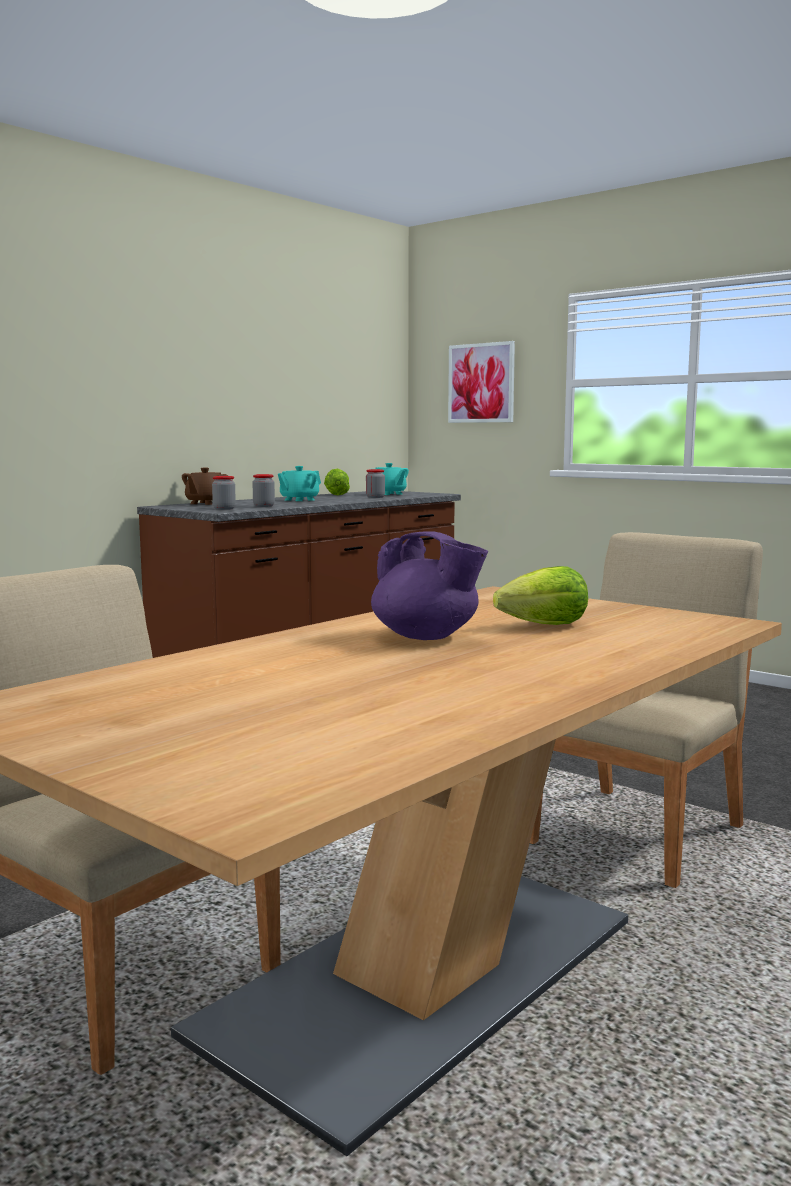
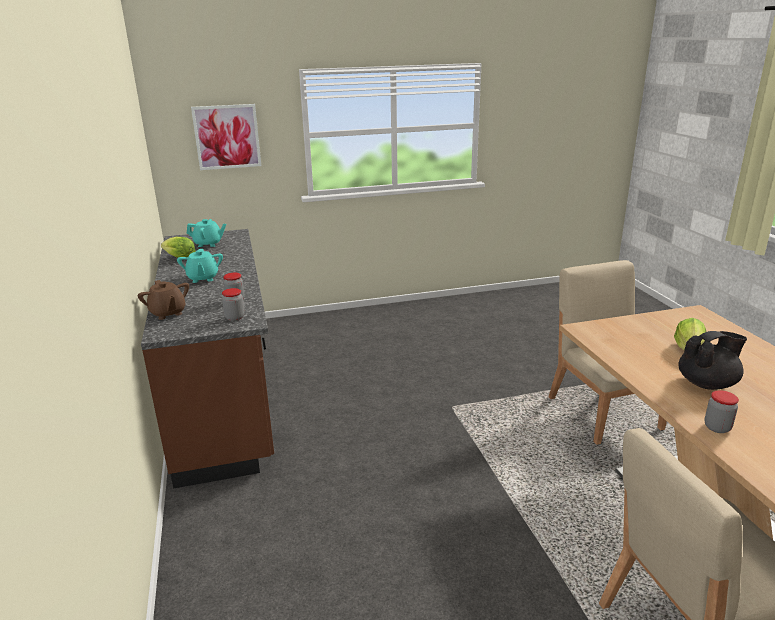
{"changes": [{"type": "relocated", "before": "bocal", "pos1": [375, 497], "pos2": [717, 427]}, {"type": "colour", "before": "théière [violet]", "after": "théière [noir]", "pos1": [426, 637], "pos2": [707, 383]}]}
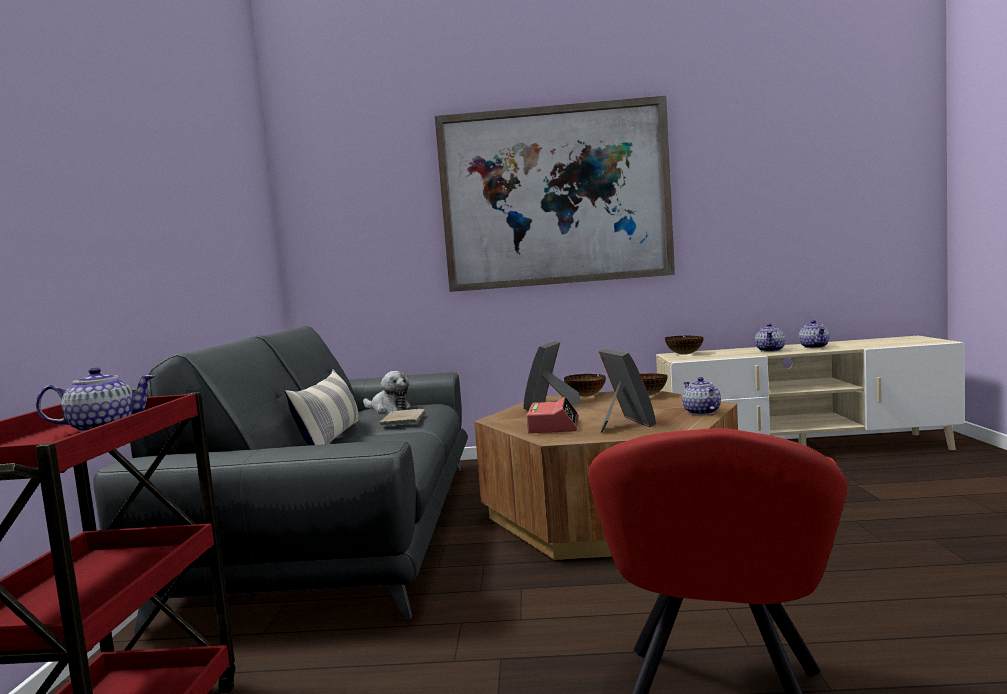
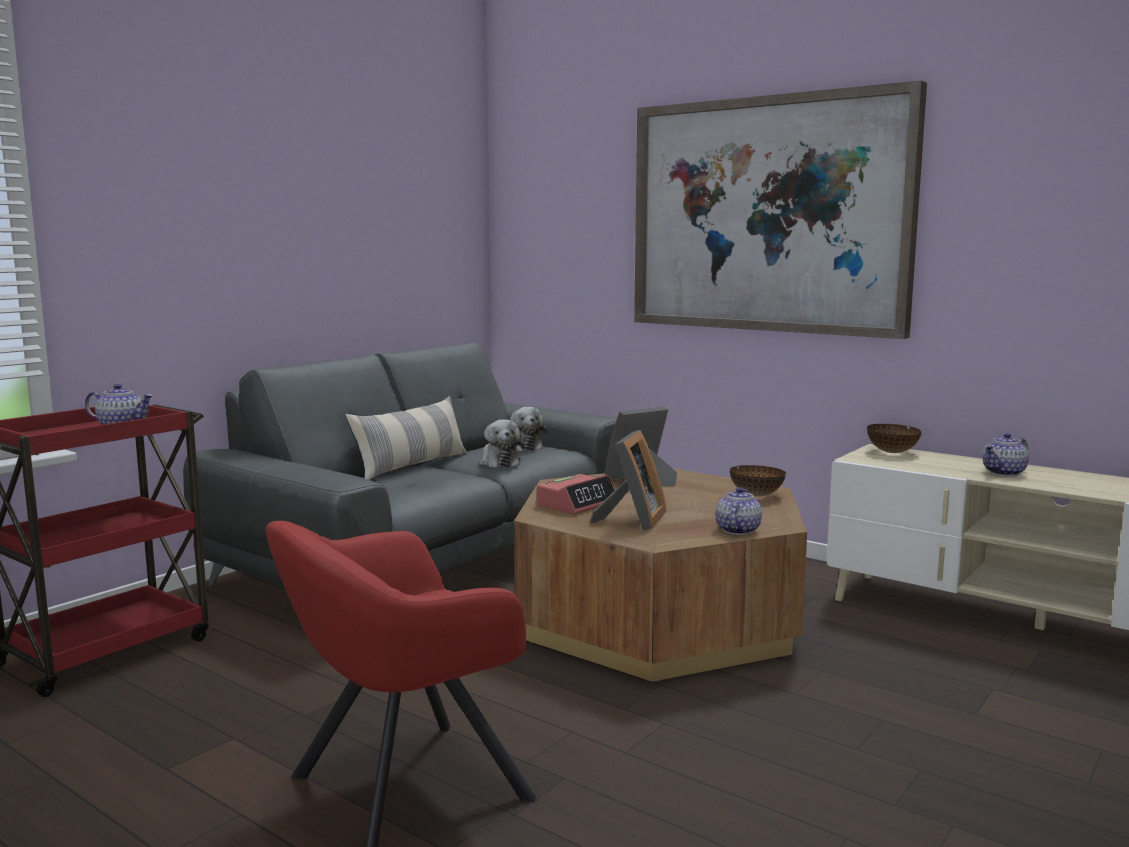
{"changes": [{"type": "missing", "before": "bol", "pos1": [586, 396]}, {"type": "missing", "before": "théière", "pos1": [815, 347]}, {"type": "exchanged", "before": "livre [beige]", "after": "peluche", "pos1": [403, 420], "pos2": [499, 462]}]}
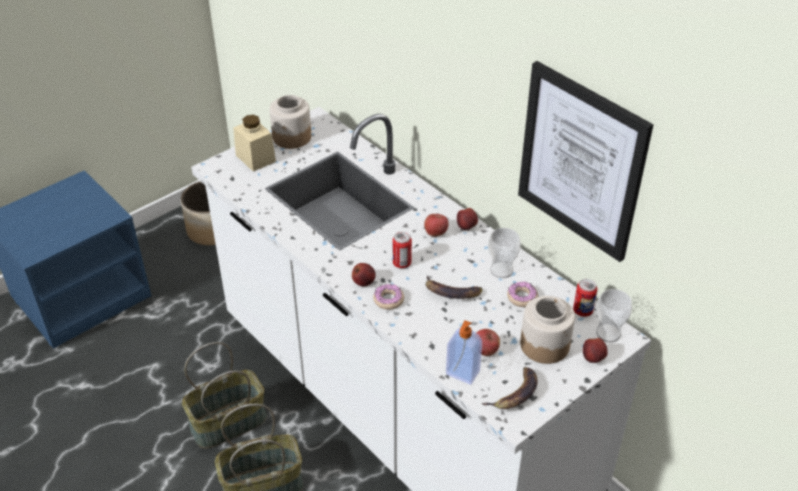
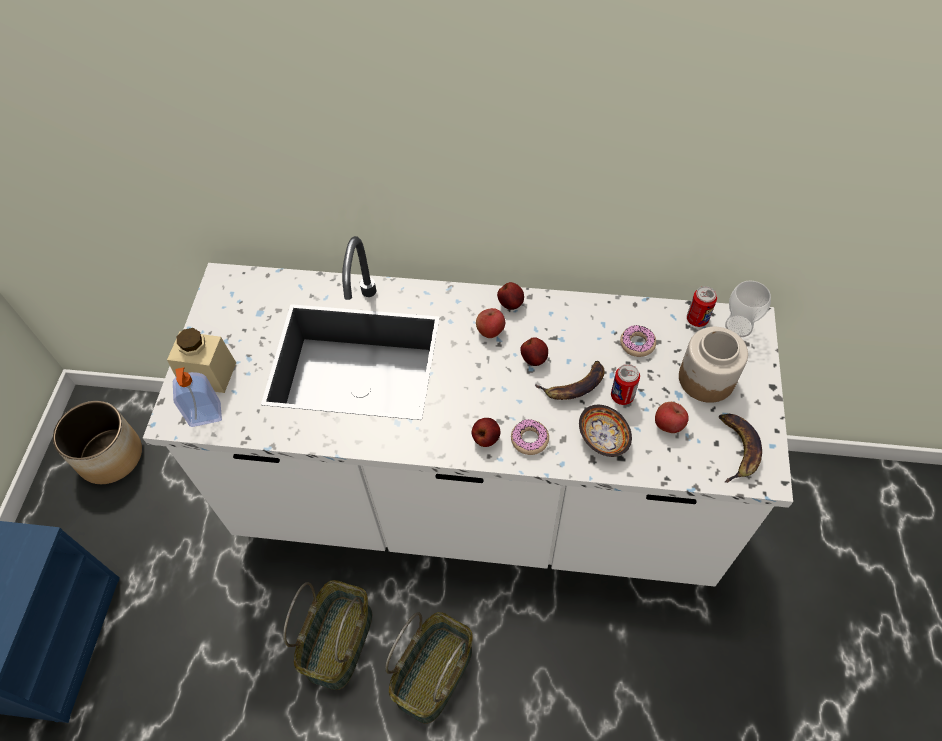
{"changes": [{"type": "missing", "before": "bocal", "pos1": [292, 137]}, {"type": "missing", "before": "tasse", "pos1": [501, 270]}, {"type": "missing", "before": "tableau", "pos1": [581, 161]}, {"type": "appeared", "after": "bol", "pos2": [603, 438]}, {"type": "relocated", "before": "boîte métallique", "pos1": [402, 263], "pos2": [622, 396]}, {"type": "relocated", "before": "distributeur de savon", "pos1": [462, 374], "pos2": [205, 416]}, {"type": "relocated", "before": "pomme", "pos1": [593, 359], "pos2": [534, 359]}]}
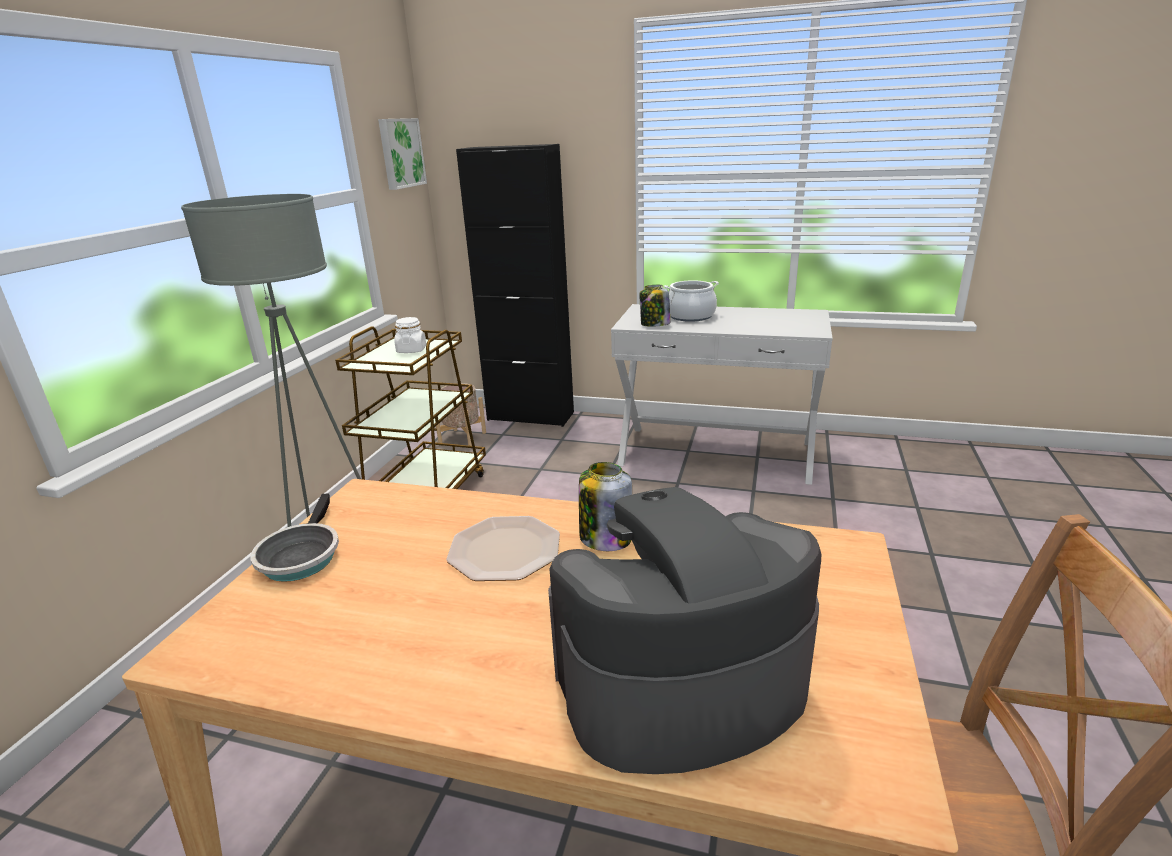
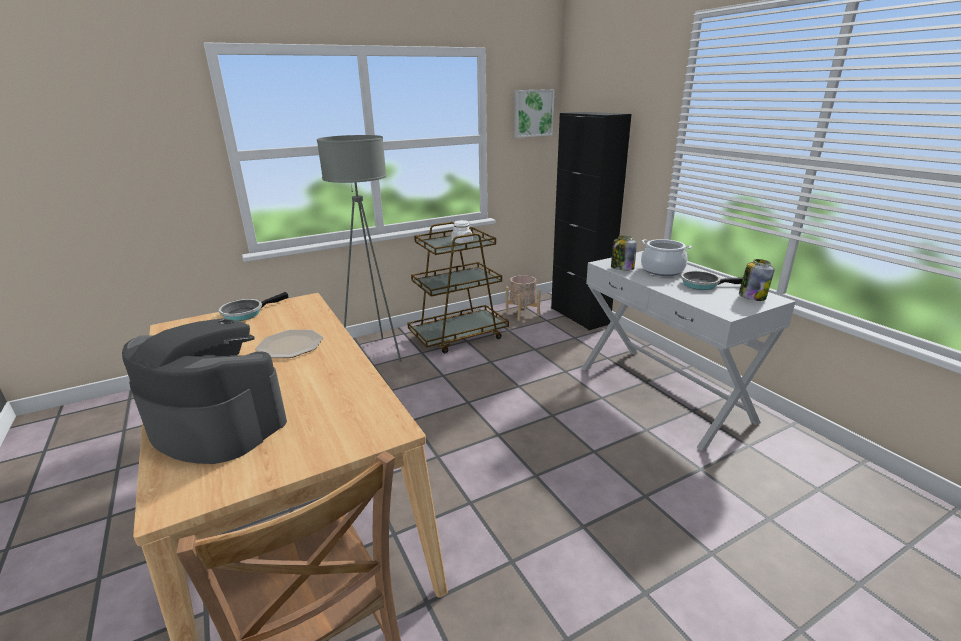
{"changes": [{"type": "appeared", "after": "poêle", "pos2": [703, 284]}, {"type": "relocated", "before": "bocal", "pos1": [605, 537], "pos2": [752, 297]}]}
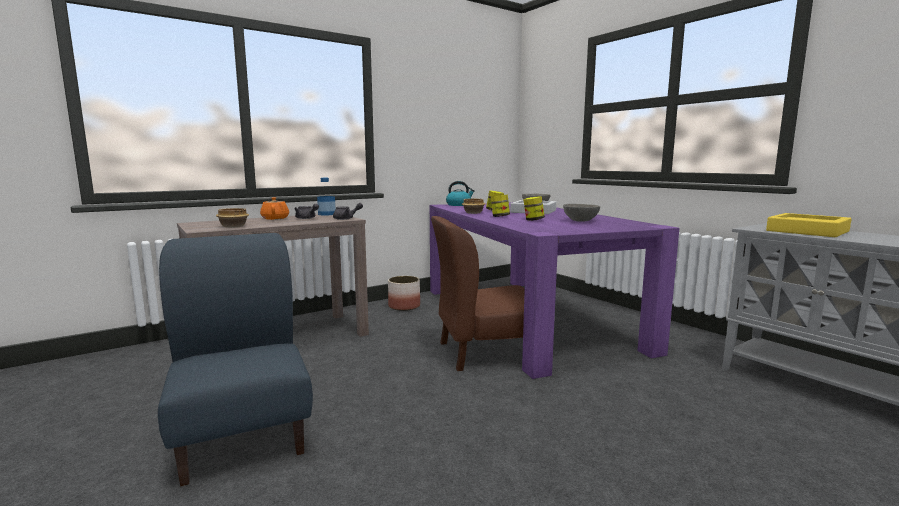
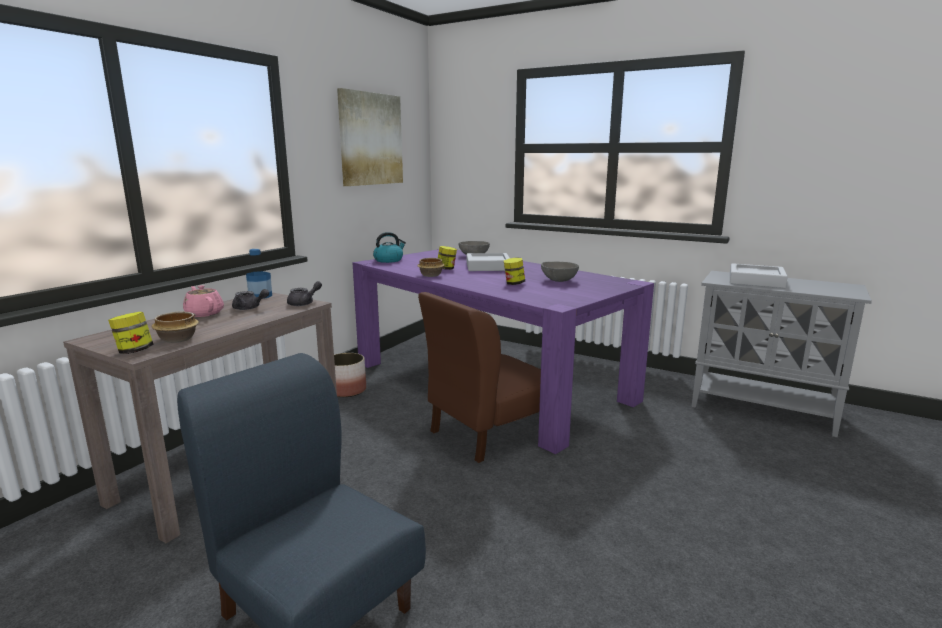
{"changes": [{"type": "appeared", "after": "tableau", "pos2": [370, 139]}, {"type": "relocated", "before": "bocal", "pos1": [500, 217], "pos2": [134, 351]}, {"type": "colour", "before": "théière [orange]", "after": "théière [rose]", "pos1": [275, 218], "pos2": [204, 313]}, {"type": "colour", "before": "plateau [jaune]", "after": "plateau [gris]", "pos1": [807, 231], "pos2": [756, 281]}]}
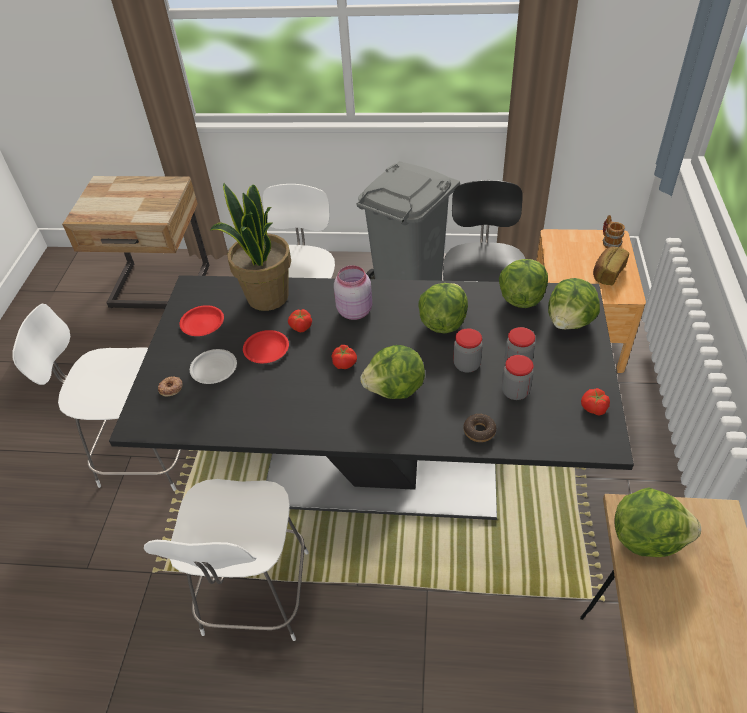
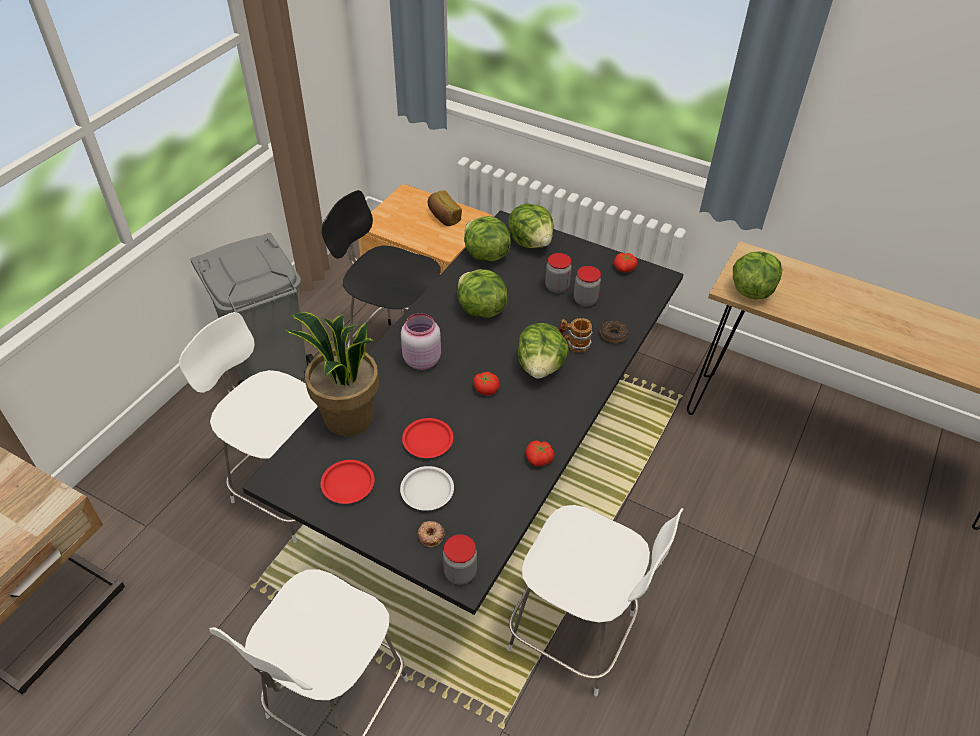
{"changes": [{"type": "relocated", "before": "tomate", "pos1": [300, 326], "pos2": [539, 459]}, {"type": "relocated", "before": "bocal", "pos1": [466, 365], "pos2": [460, 573]}, {"type": "relocated", "before": "mug", "pos1": [609, 241], "pos2": [573, 344]}]}
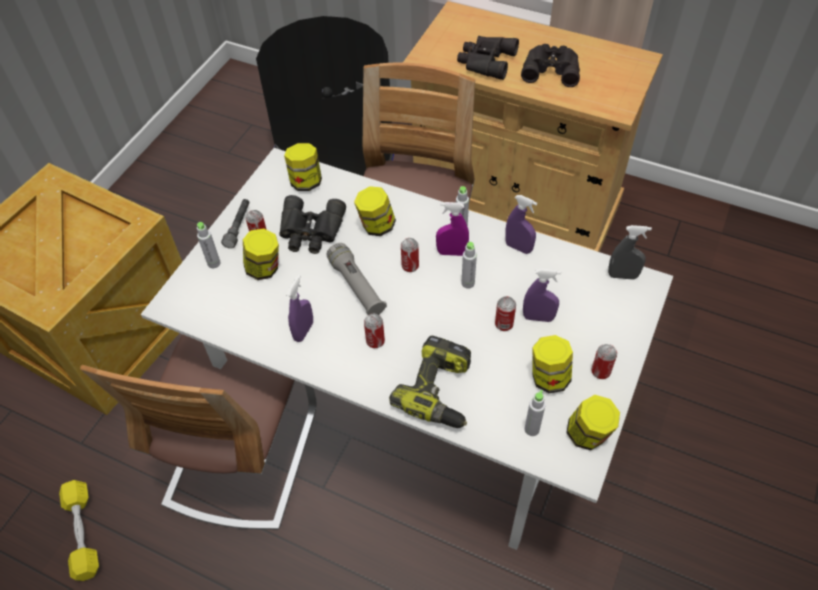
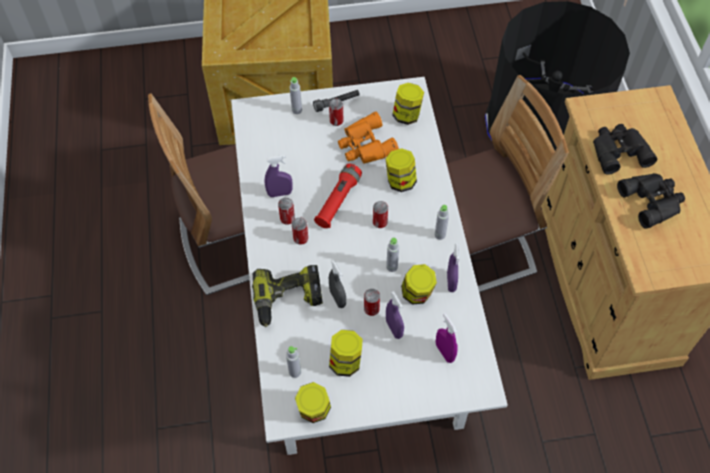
{"changes": [{"type": "missing", "before": "haltère [jaune]", "pos1": [83, 533]}, {"type": "relocated", "before": "bocal", "pos1": [264, 268], "pos2": [417, 294]}, {"type": "relocated", "before": "vaporisateur [violet]", "pos1": [451, 252], "pos2": [444, 352]}, {"type": "relocated", "before": "boîte métallique", "pos1": [600, 372], "pos2": [287, 219]}, {"type": "relocated", "before": "vaporisateur [gris]", "pos1": [622, 275], "pos2": [337, 298]}, {"type": "colour", "before": "jumelles [noir]", "after": "jumelles [orange]", "pos1": [311, 231], "pos2": [365, 146]}, {"type": "colour", "before": "lampe de poche [gris]", "after": "lampe de poche [rouge]", "pos1": [356, 286], "pos2": [338, 201]}]}
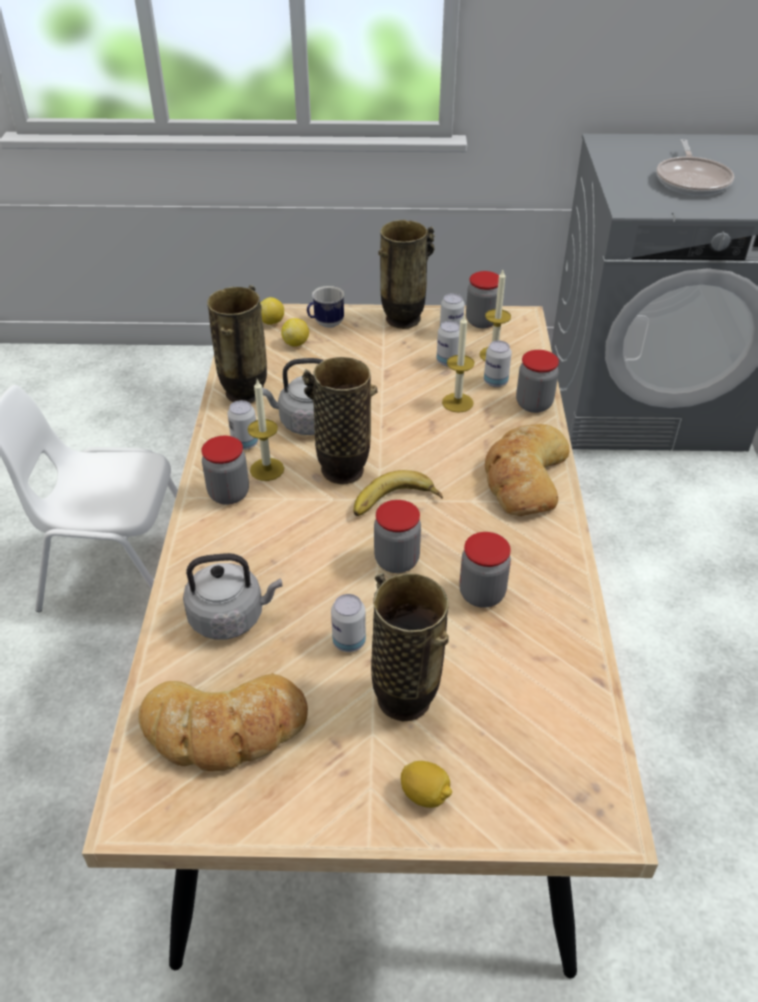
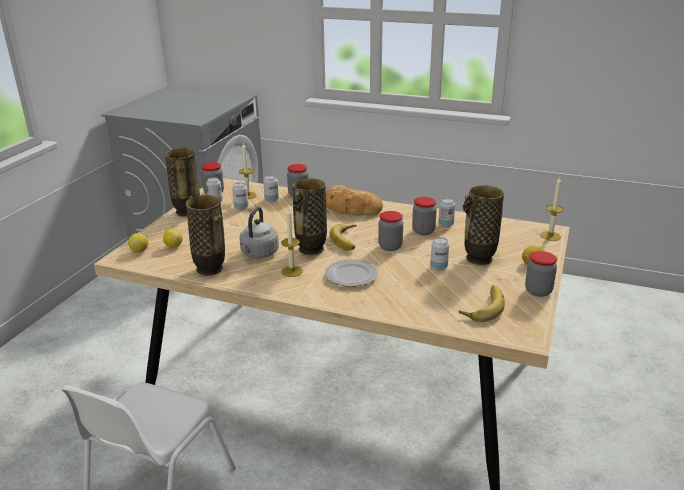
{"changes": [{"type": "missing", "before": "bouilloire [gris]", "pos1": [231, 617]}, {"type": "missing", "before": "mug", "pos1": [325, 324]}, {"type": "missing", "before": "poêle", "pos1": [692, 180]}, {"type": "appeared", "after": "assiette", "pos2": [351, 276]}, {"type": "relocated", "before": "bocal", "pos1": [229, 494], "pos2": [538, 291]}, {"type": "relocated", "before": "boîte métallique", "pos1": [245, 443], "pos2": [446, 224]}, {"type": "relocated", "before": "bougie", "pos1": [457, 402], "pos2": [550, 236]}, {"type": "exchanged", "before": "pain", "after": "banane", "pos1": [224, 728], "pos2": [482, 306]}]}
